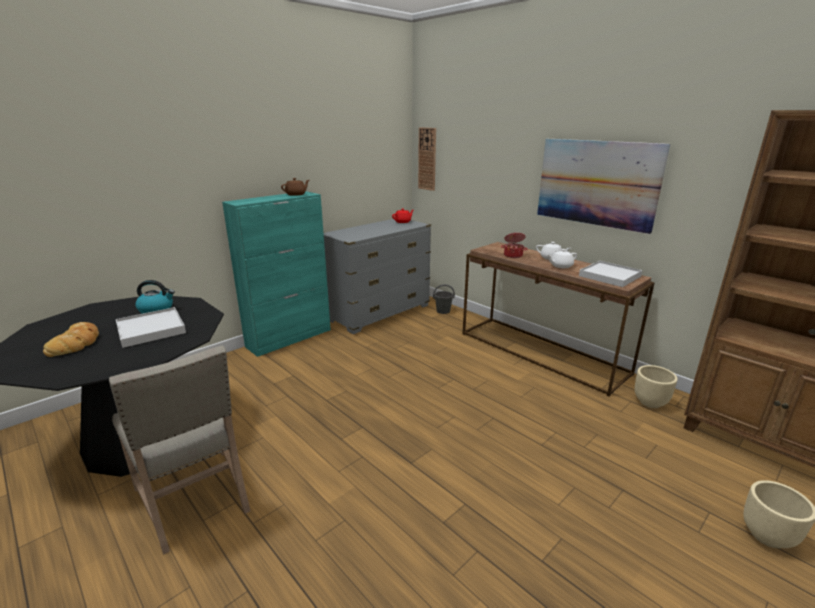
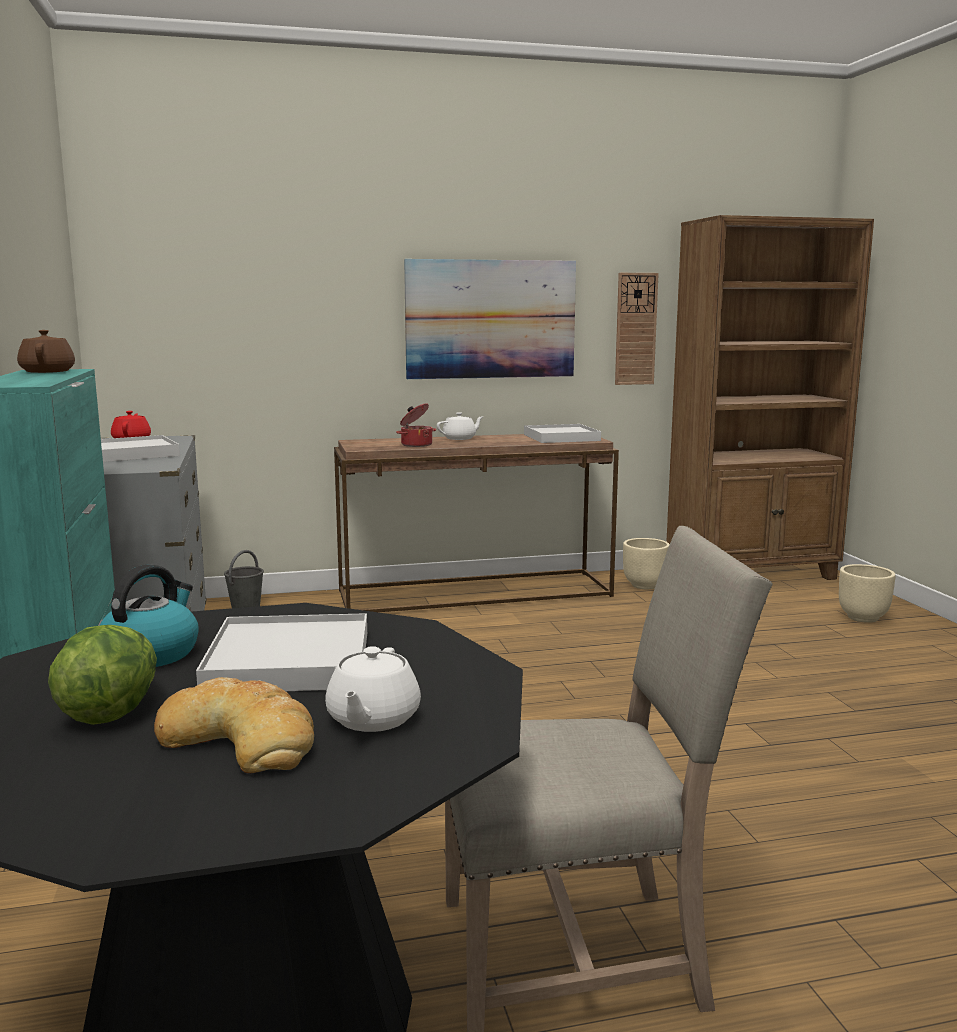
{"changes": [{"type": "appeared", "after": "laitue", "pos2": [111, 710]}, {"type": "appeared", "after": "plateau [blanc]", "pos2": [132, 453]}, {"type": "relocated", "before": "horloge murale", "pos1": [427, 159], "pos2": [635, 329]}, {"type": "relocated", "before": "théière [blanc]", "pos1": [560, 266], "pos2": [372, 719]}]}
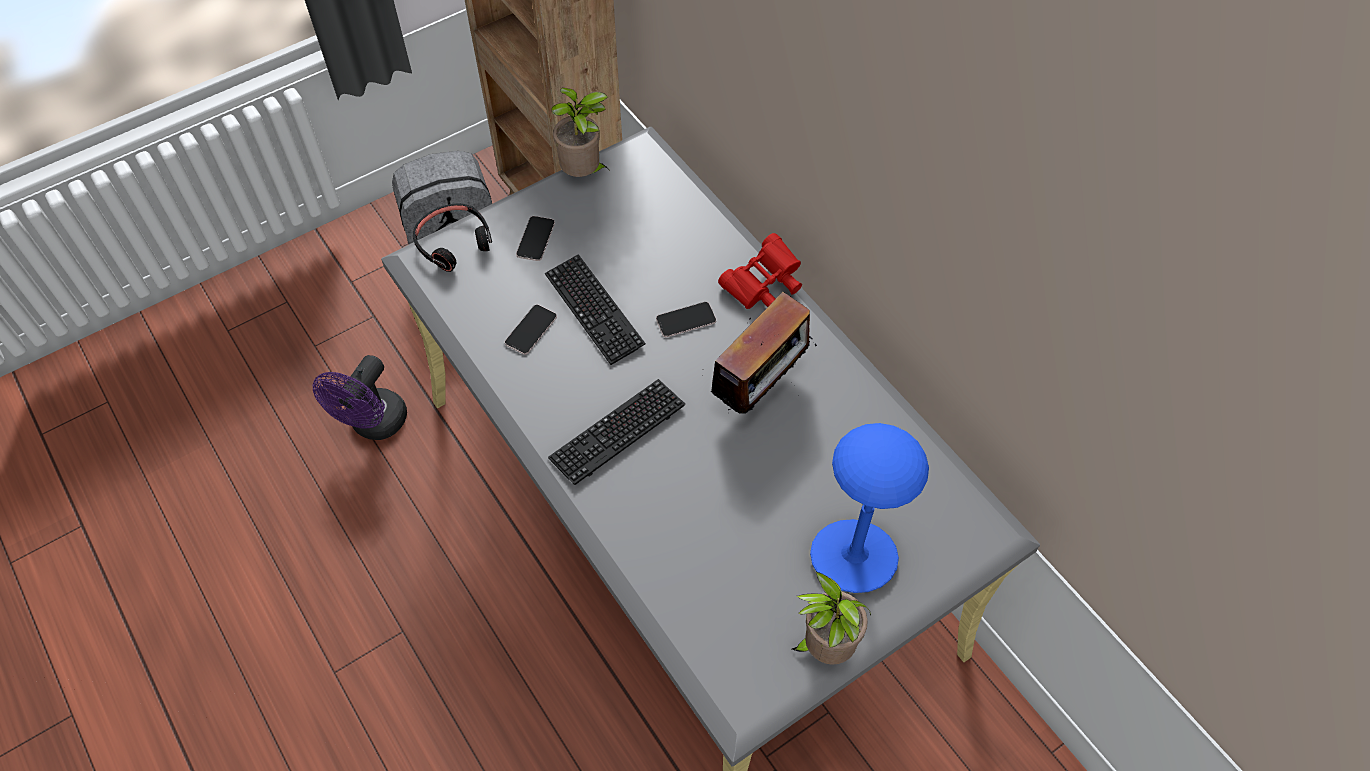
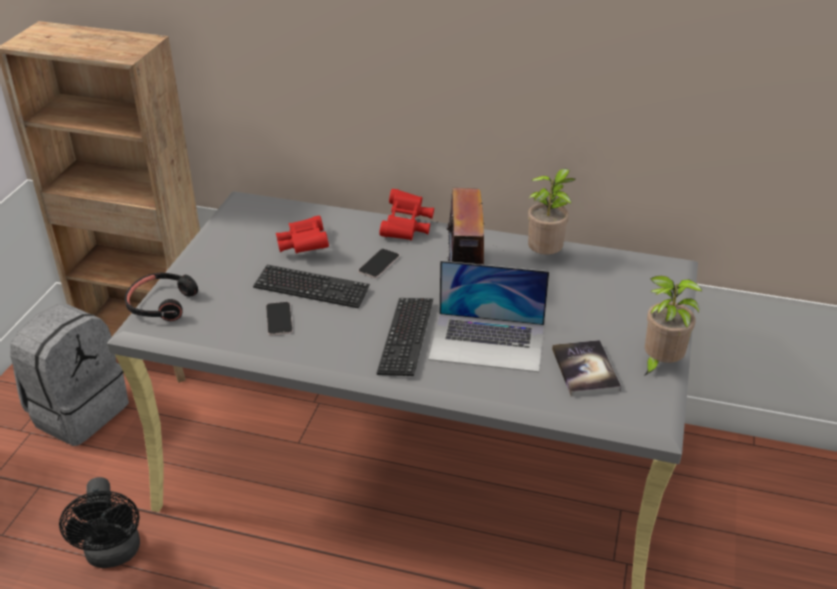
{"changes": [{"type": "missing", "before": "téléphone", "pos1": [535, 239]}, {"type": "missing", "before": "lampe de table [bleu]", "pos1": [853, 559]}, {"type": "appeared", "after": "jumelles [rouge]", "pos2": [303, 246]}, {"type": "appeared", "after": "ordinateur portable", "pos2": [488, 342]}, {"type": "appeared", "after": "livre", "pos2": [585, 369]}, {"type": "relocated", "before": "plante en pot", "pos1": [584, 174], "pos2": [546, 256]}, {"type": "colour", "before": "ventilateur [violet]", "after": "ventilateur [noir]", "pos1": [374, 425], "pos2": [113, 554]}]}
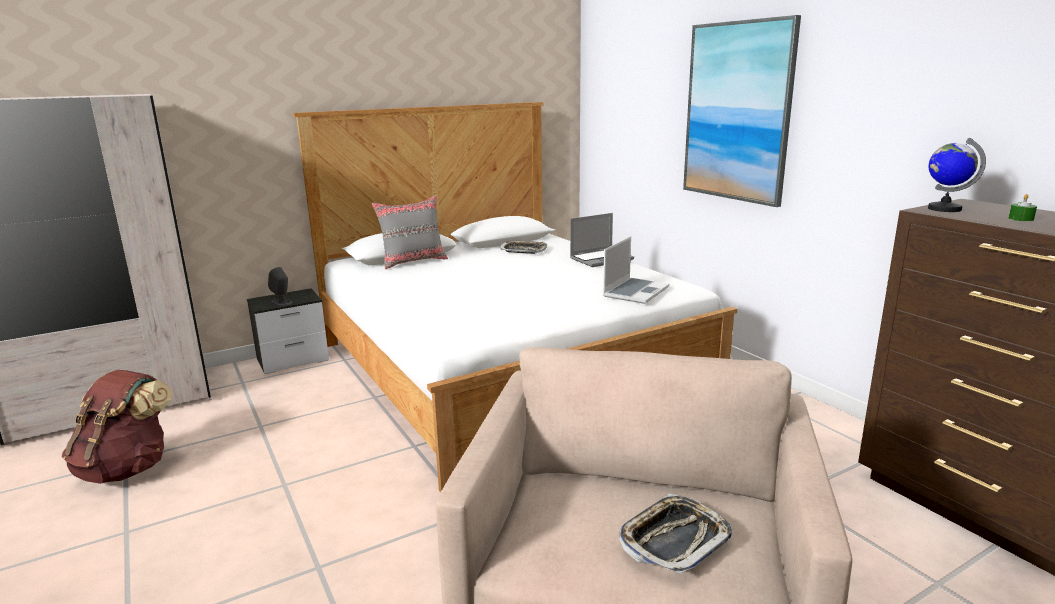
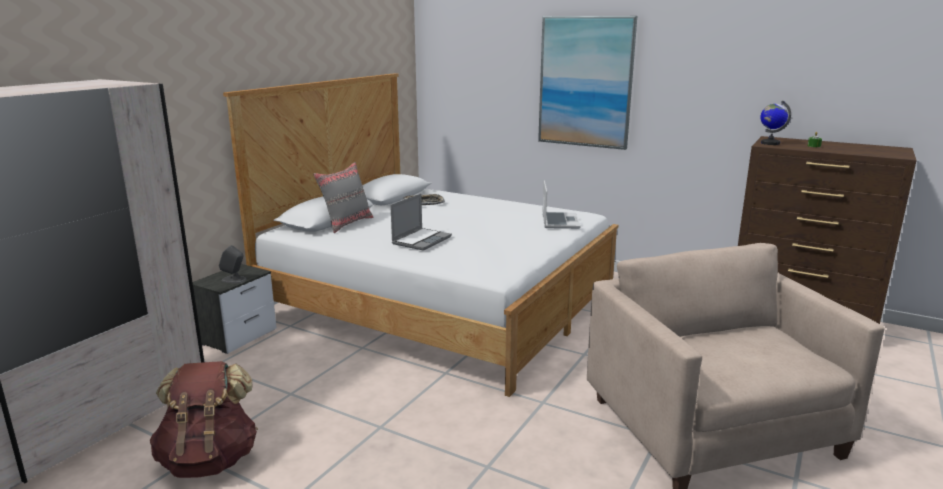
{"changes": [{"type": "missing", "before": "plateau", "pos1": [674, 539]}, {"type": "relocated", "before": "ordinateur portable", "pos1": [601, 259], "pos2": [421, 240]}]}
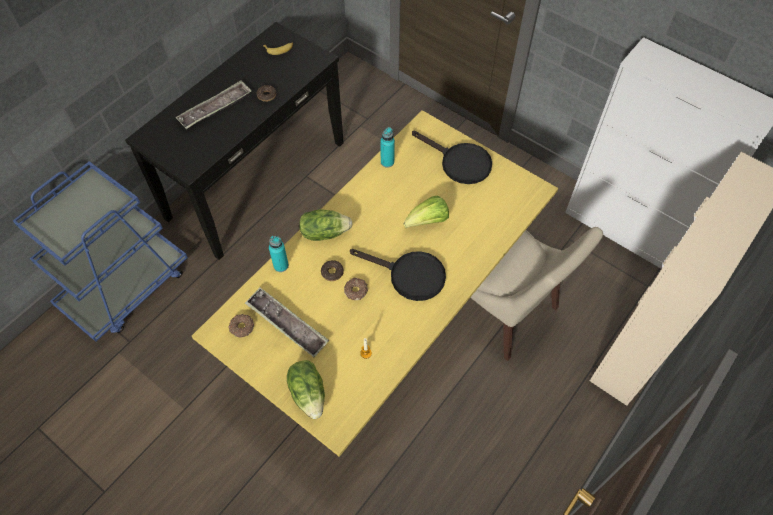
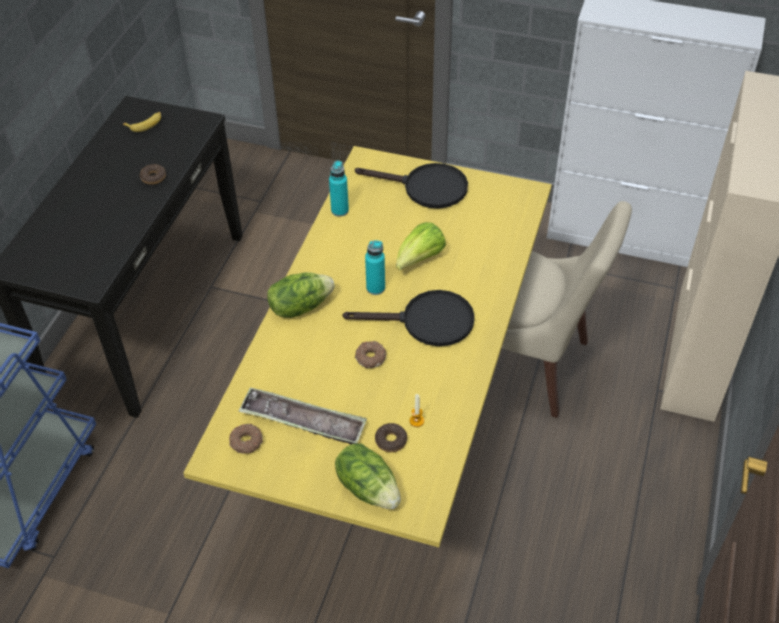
{"changes": [{"type": "missing", "before": "plateau", "pos1": [215, 108]}, {"type": "relocated", "before": "bouteille [turquoise]", "pos1": [281, 265], "pos2": [375, 288]}, {"type": "relocated", "before": "beignet", "pos1": [332, 272], "pos2": [391, 440]}]}
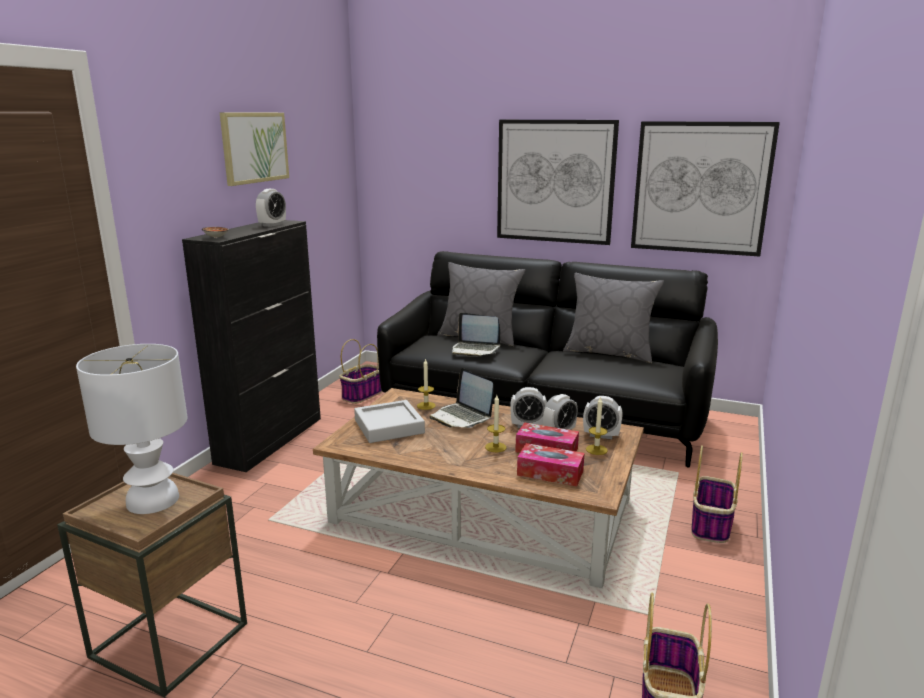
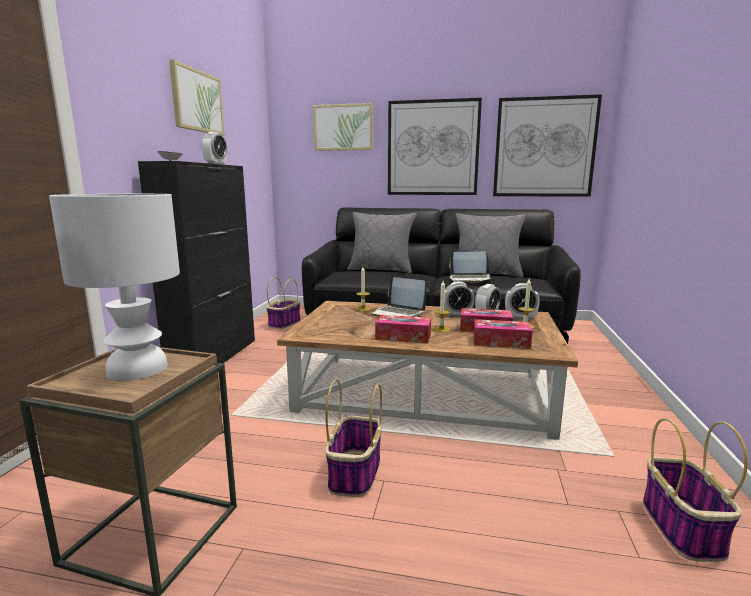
{"changes": [{"type": "missing", "before": "plateau [gris]", "pos1": [389, 426]}, {"type": "appeared", "after": "tableau", "pos2": [343, 127]}, {"type": "appeared", "after": "boîte à mouchoirs", "pos2": [403, 337]}, {"type": "relocated", "before": "ordinateur portable", "pos1": [475, 350], "pos2": [470, 279]}, {"type": "relocated", "before": "panier", "pos1": [711, 525], "pos2": [355, 474]}]}
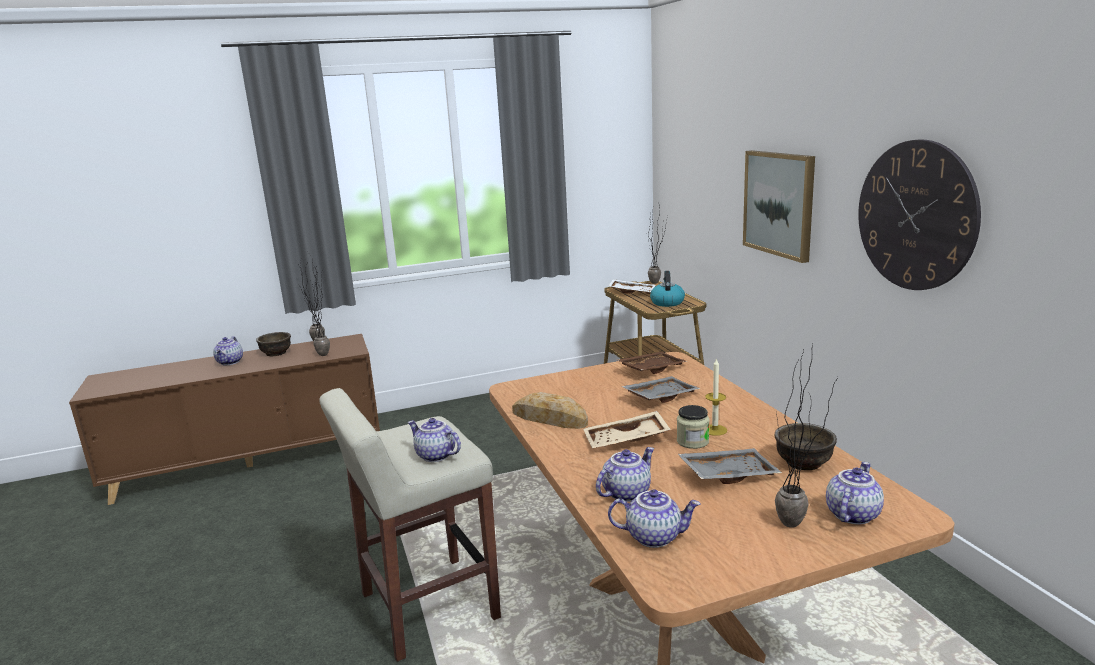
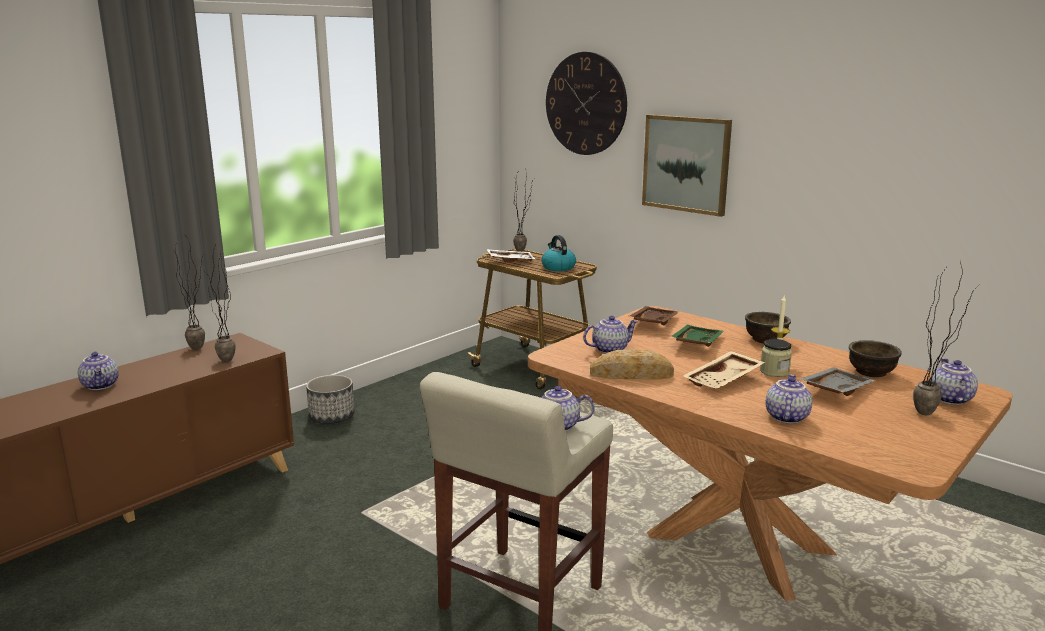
{"changes": [{"type": "appeared", "after": "cache-pot", "pos2": [331, 417]}, {"type": "relocated", "before": "bol [marron]", "pos1": [276, 353], "pos2": [765, 340]}, {"type": "relocated", "before": "théière", "pos1": [654, 536], "pos2": [610, 349]}, {"type": "relocated", "before": "horloge murale", "pos1": [915, 216], "pos2": [585, 104]}, {"type": "colour", "before": "plateau [gris]", "after": "plateau [vert]", "pos1": [660, 397], "pos2": [696, 343]}]}
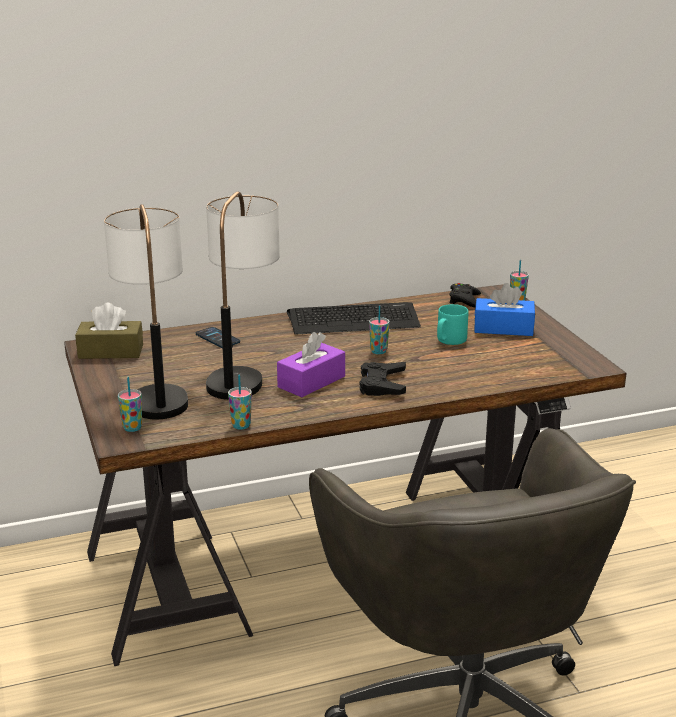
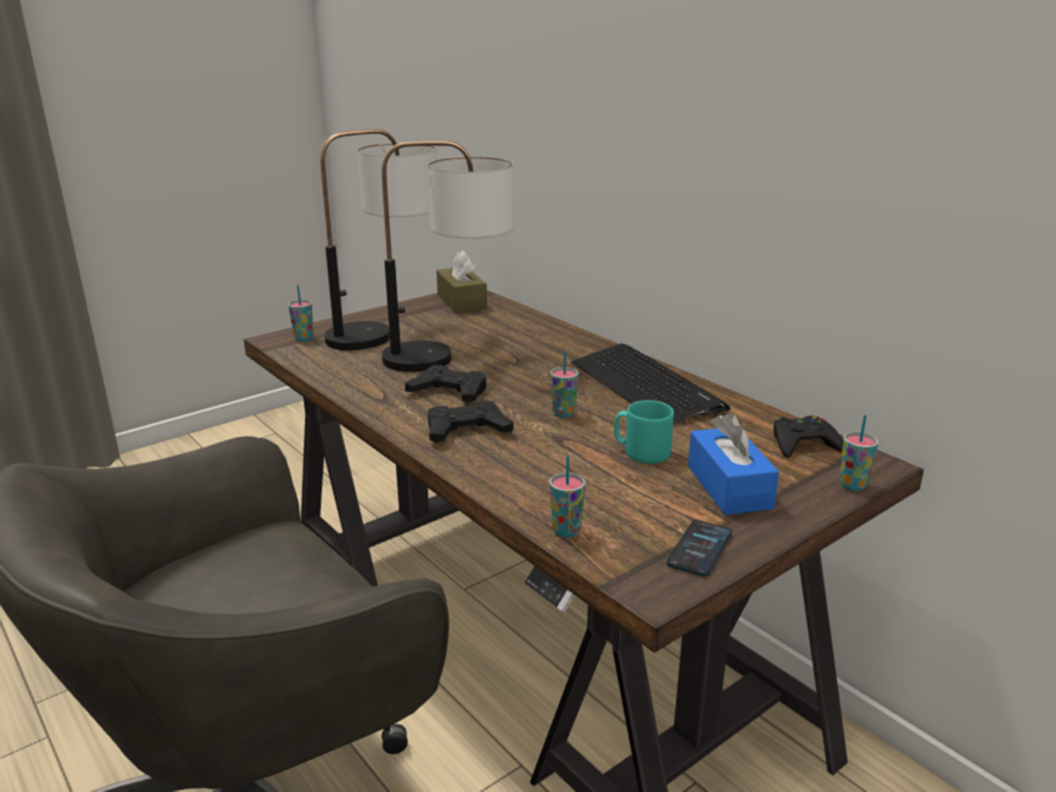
{"changes": [{"type": "relocated", "before": "téléphone", "pos1": [217, 338], "pos2": [700, 549]}, {"type": "relocated", "before": "tasse", "pos1": [241, 426], "pos2": [566, 531]}, {"type": "exchanged", "before": "boîte à mouchoirs [violet]", "after": "manette [noir]", "pos1": [311, 382], "pos2": [449, 392]}]}
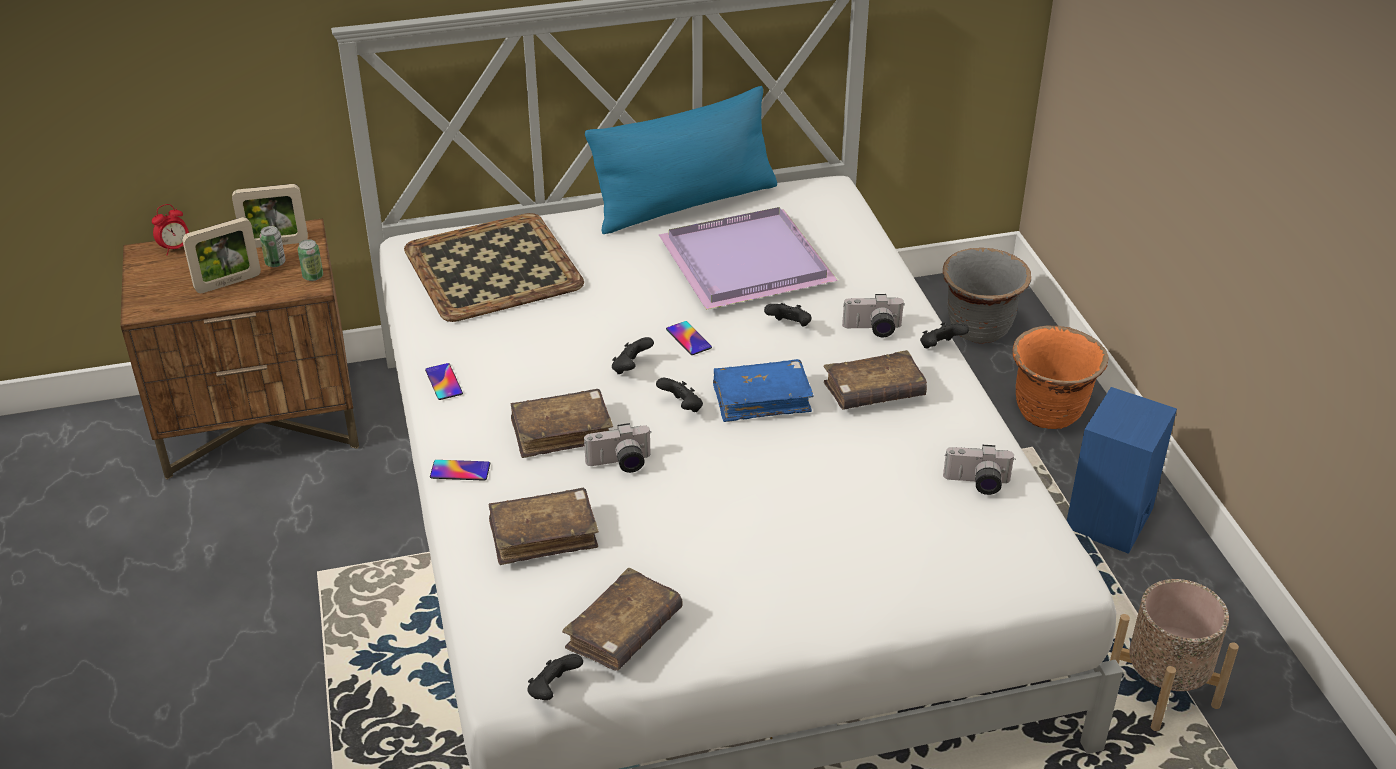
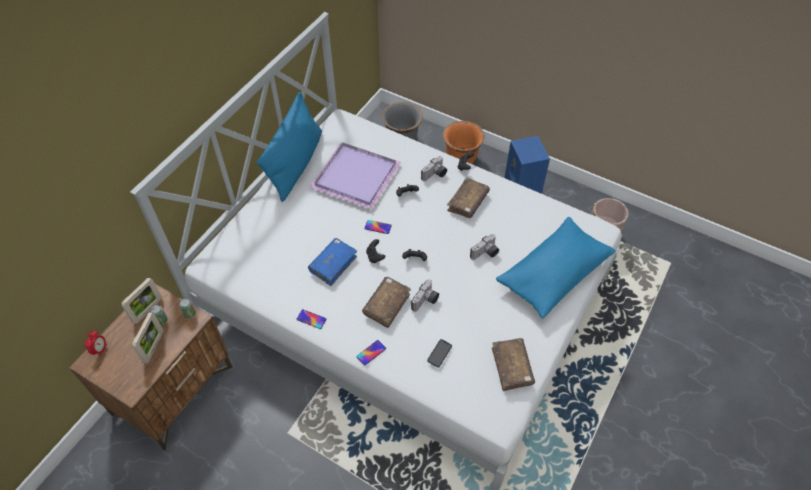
{"changes": [{"type": "missing", "before": "plateau", "pos1": [492, 269]}, {"type": "missing", "before": "manette [noir]", "pos1": [553, 690]}, {"type": "appeared", "after": "coussin [bleu]", "pos2": [553, 274]}, {"type": "relocated", "before": "livre [bleu]", "pos1": [761, 399], "pos2": [333, 264]}, {"type": "relocated", "before": "appareil photo", "pos1": [977, 484], "pos2": [485, 254]}, {"type": "exchanged", "before": "livre [marron]", "after": "téléphone", "pos1": [543, 535], "pos2": [439, 353]}]}
